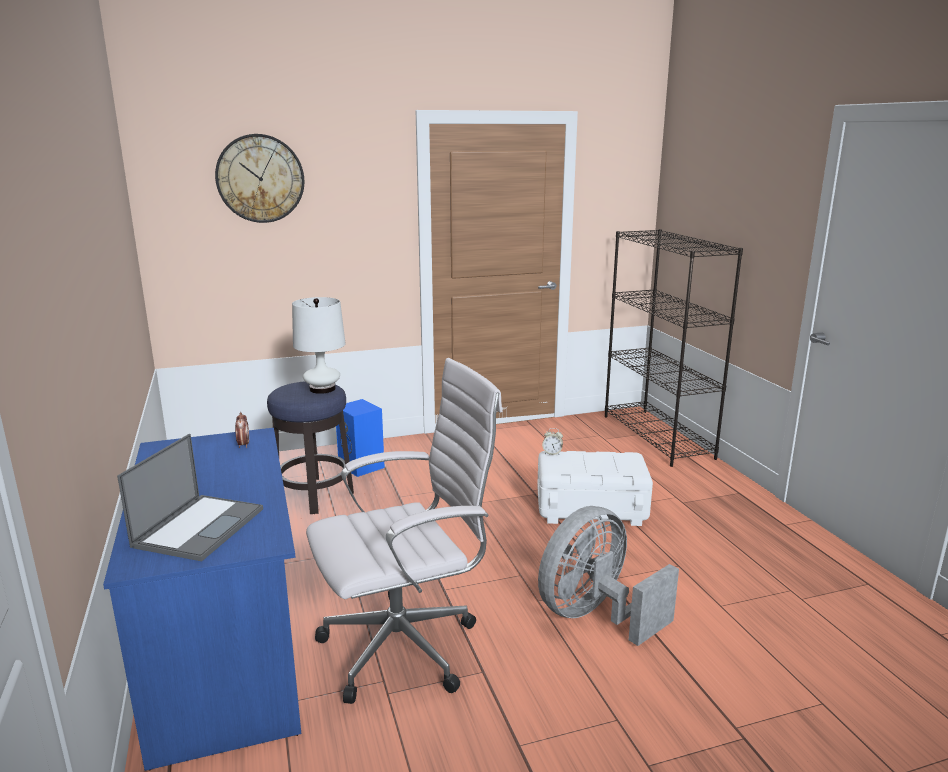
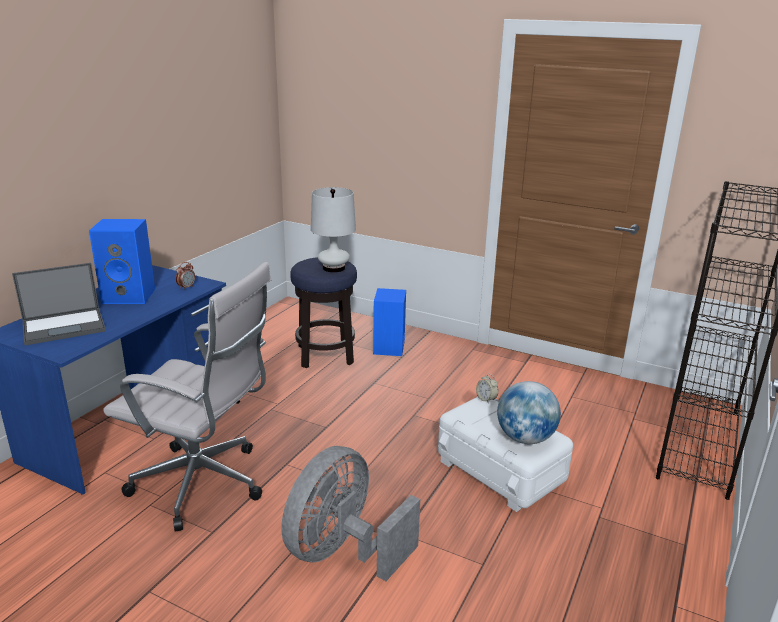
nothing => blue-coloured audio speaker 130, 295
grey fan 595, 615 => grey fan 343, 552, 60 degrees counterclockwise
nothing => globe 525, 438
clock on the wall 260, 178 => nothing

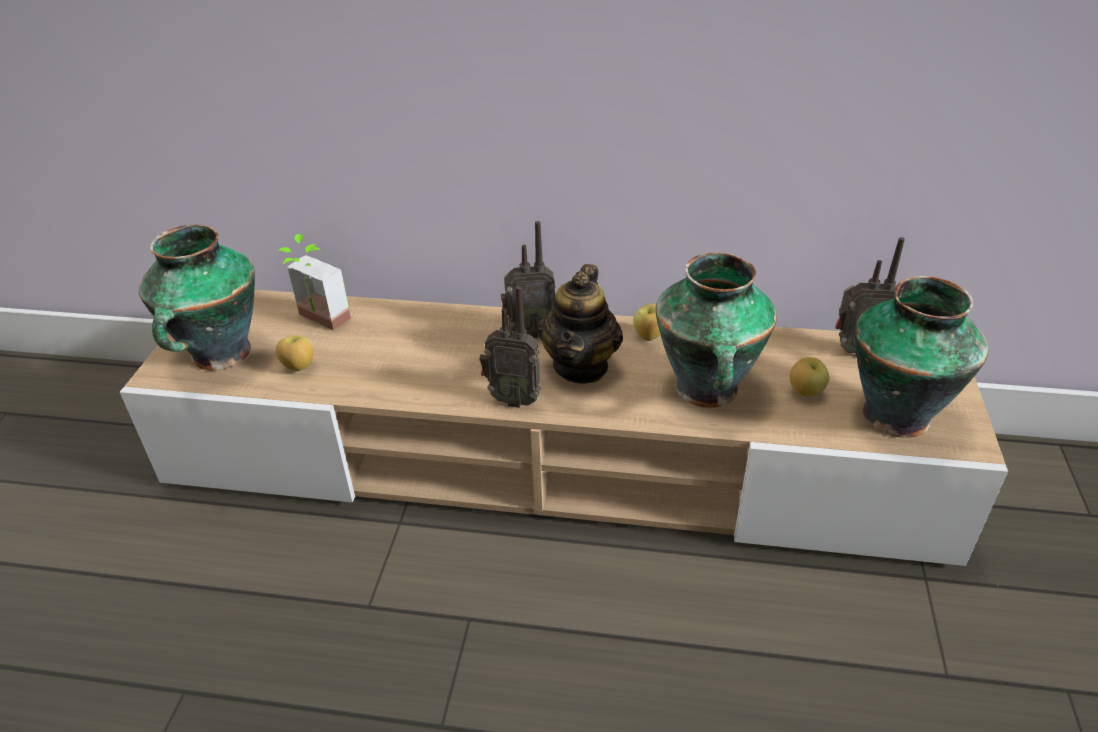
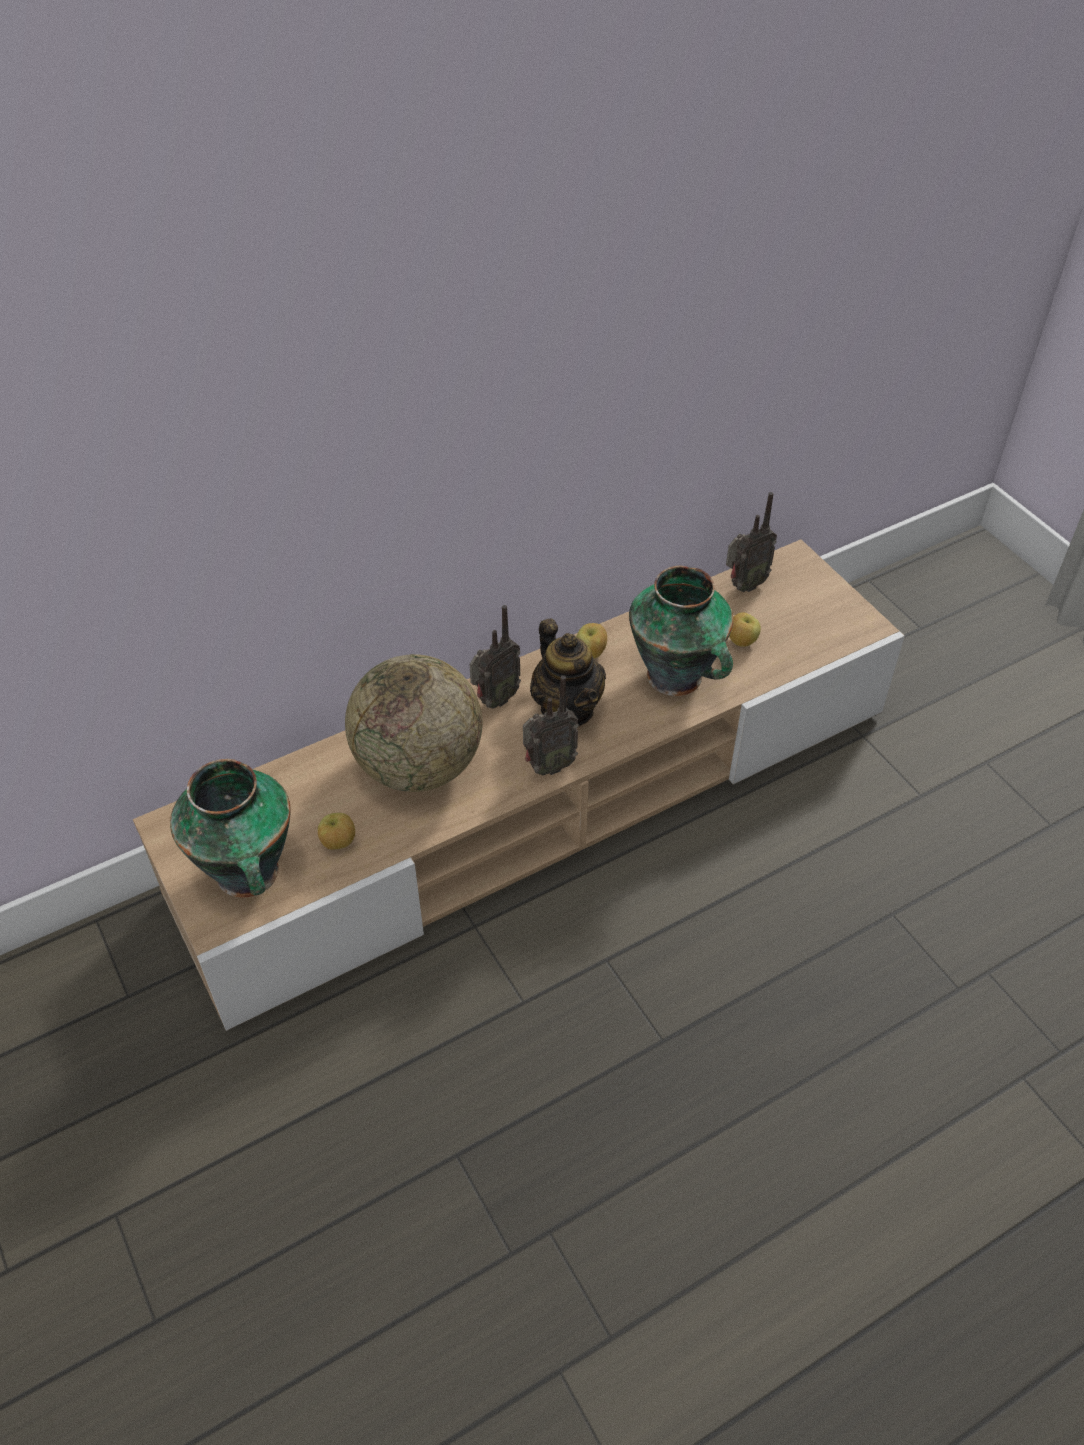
nothing => globe 419, 766
potted plant 317, 321 => nothing
flower vase 896, 413 => nothing

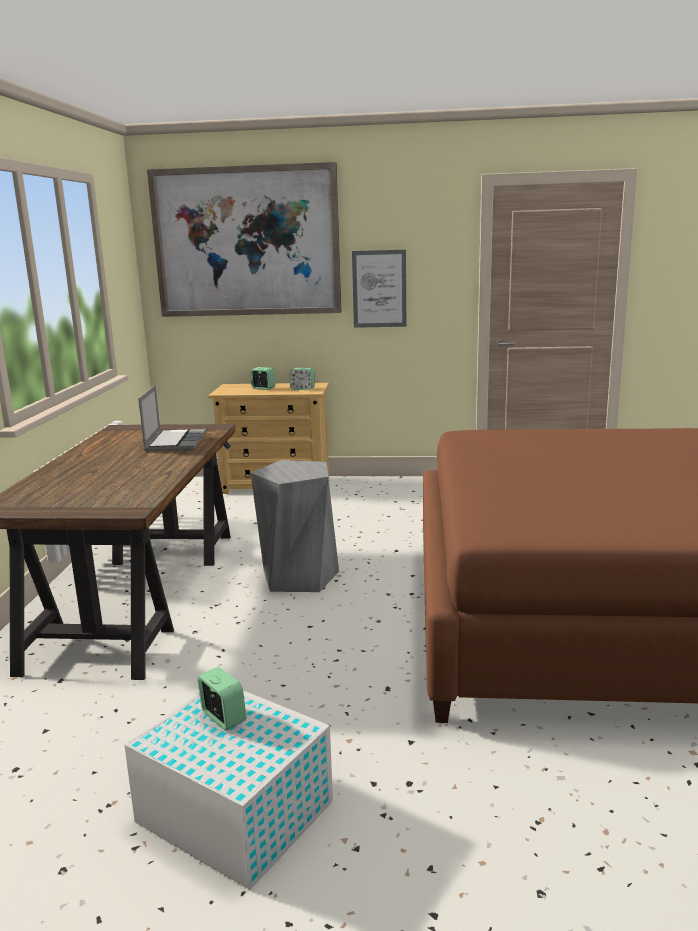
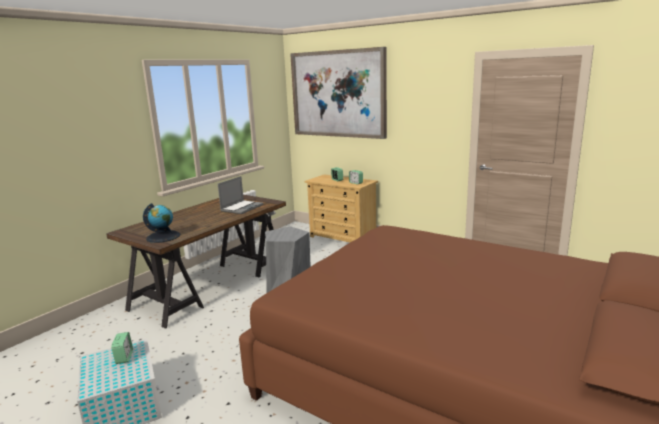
nothing => globe 163, 236
picture 379, 289 => nothing

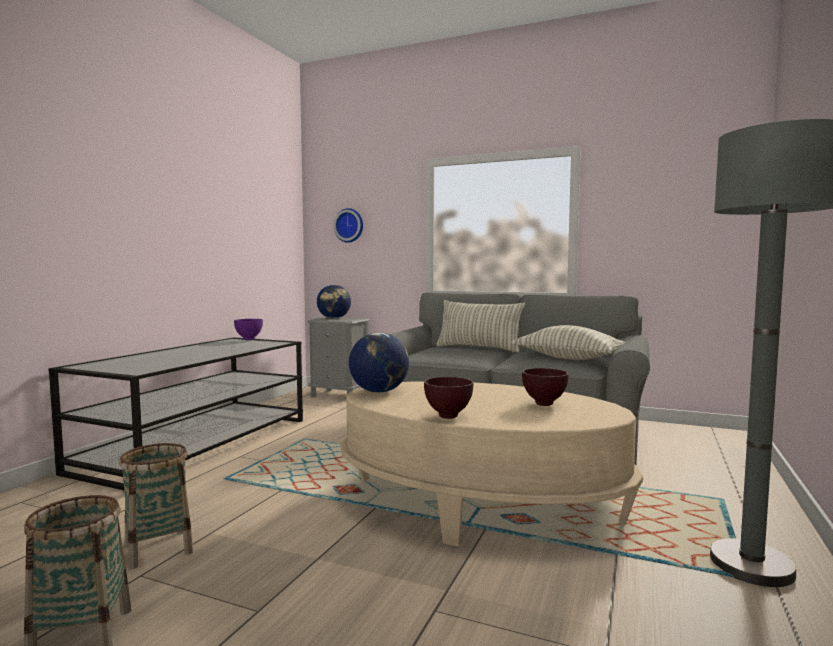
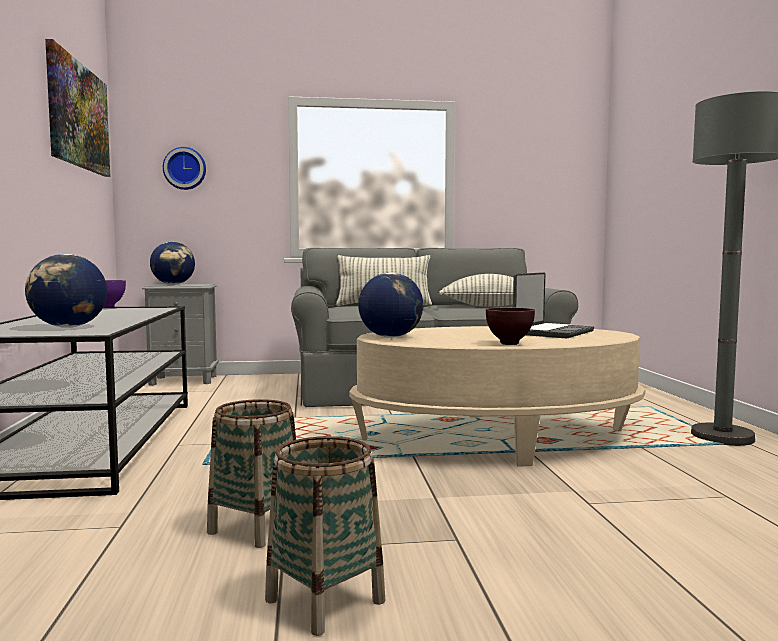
nothing => globe 68, 327
nothing => picture 78, 116
brownish serving bowl 544, 404 => notebook computer 552, 332

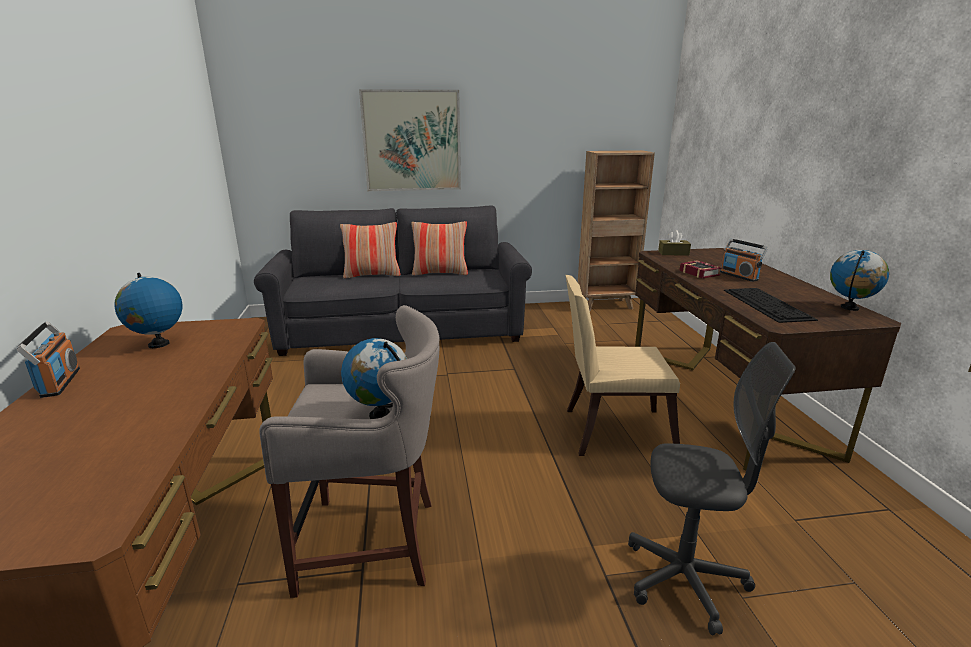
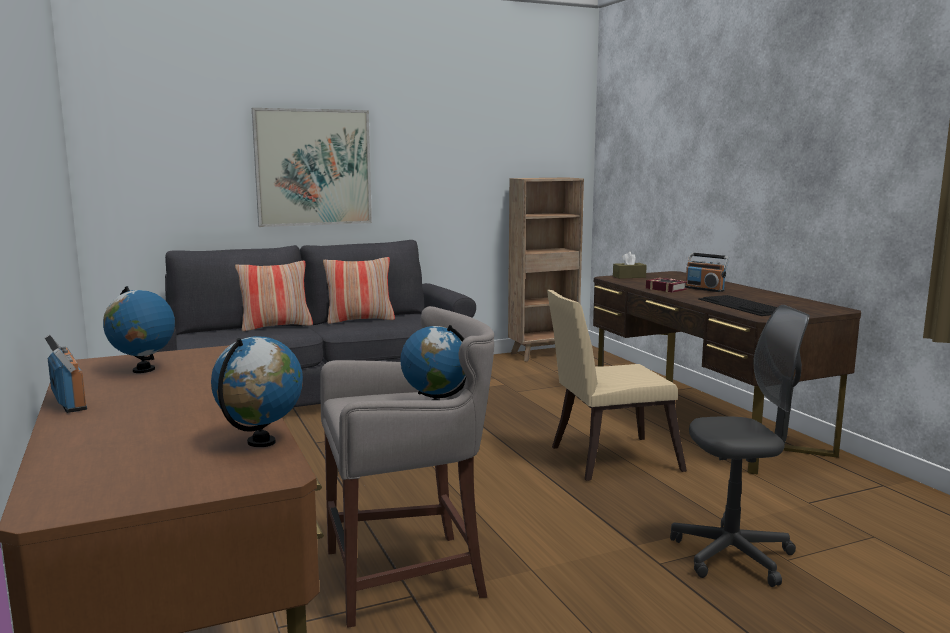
globe 850, 308 => globe 261, 442, shifted

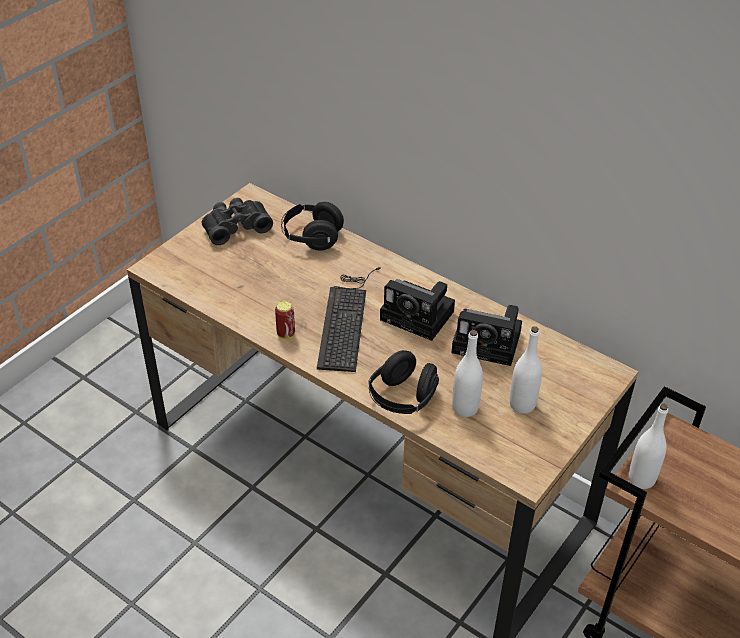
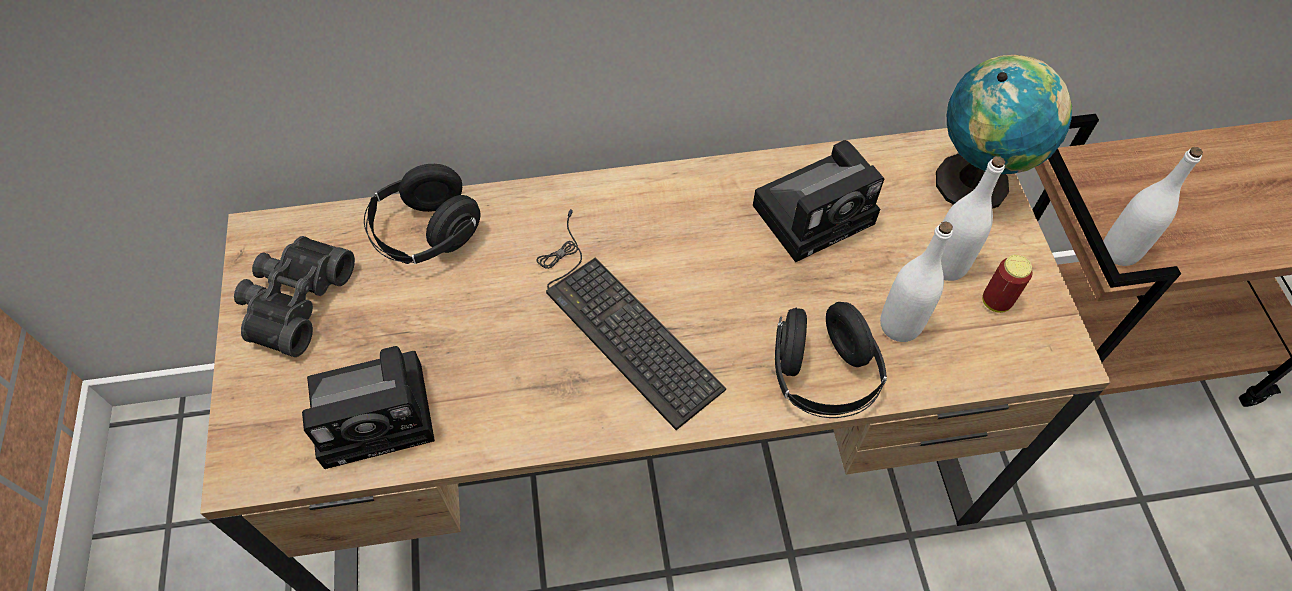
still camera 420, 316 => still camera 380, 412, shifted
nothing => globe 976, 182
metal can 286, 334 => metal can 996, 301, shifted

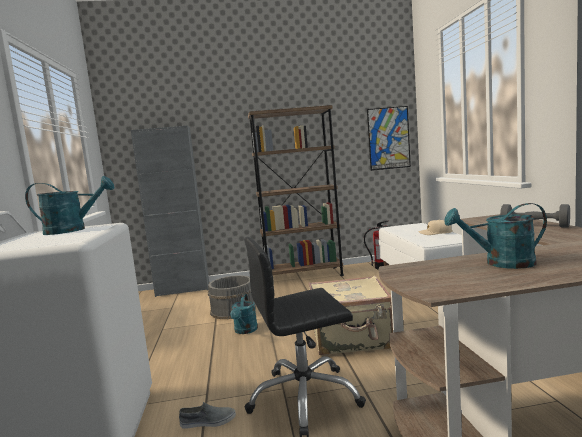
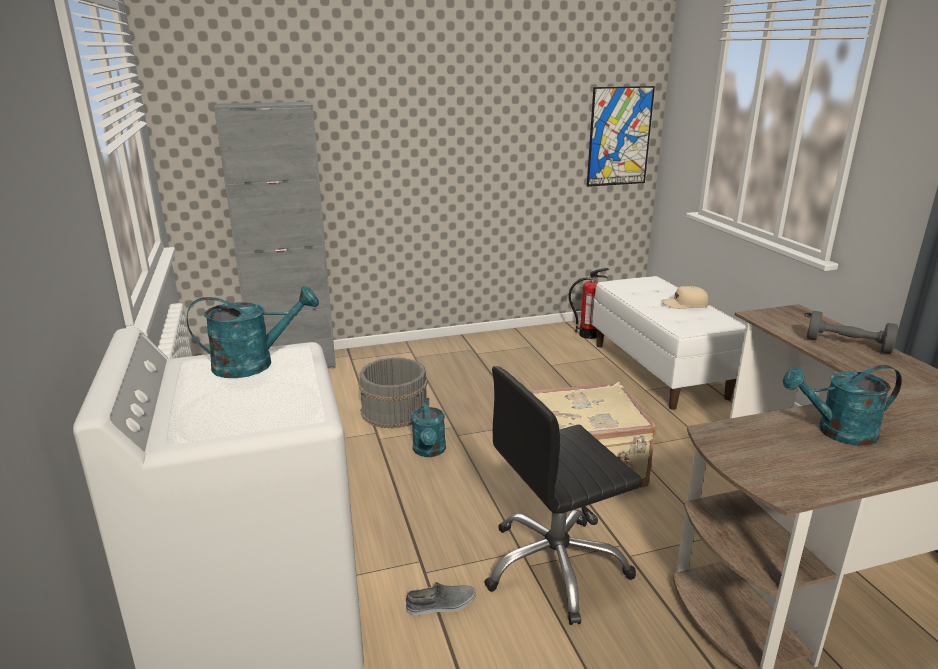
brownish shelving unit 303, 276 => nothing

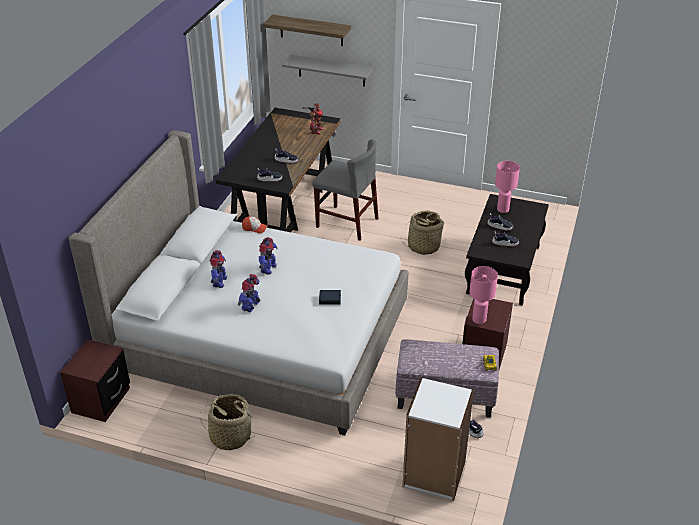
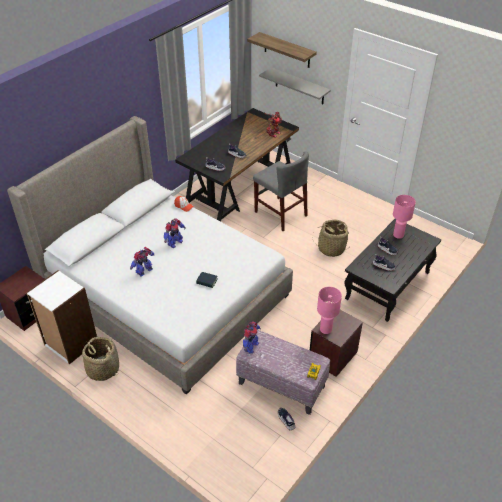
whitish shelving unit 433, 475 => whitish shelving unit 70, 343, shifted
robot figure 219, 282 => robot figure 250, 346, shifted

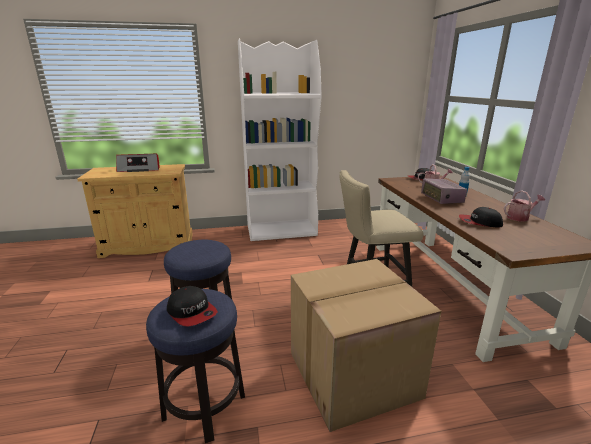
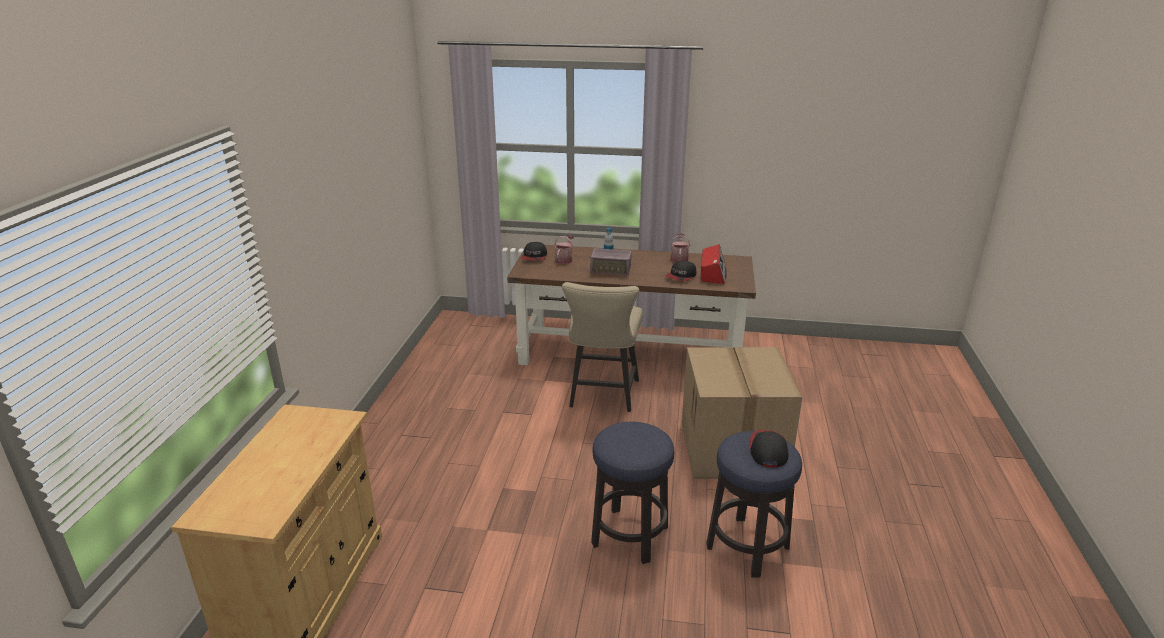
radio set 140, 169 => radio set 713, 273, shifted
baseball cap 192, 312 => baseball cap 768, 450, 60 degrees counterclockwise
whitish shelving unit 282, 230 => nothing

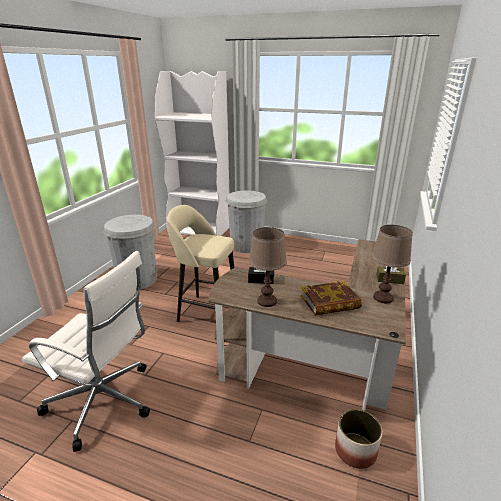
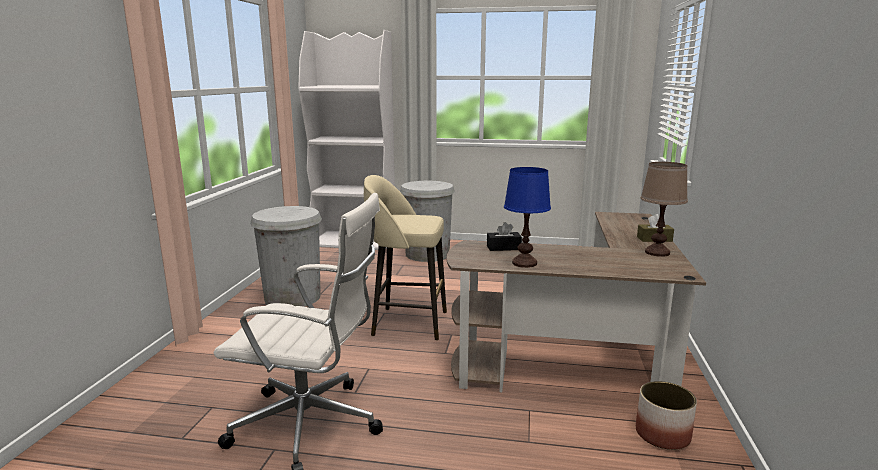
brownish lamp for a table 267, 301 => blue-coloured lamp for a table 525, 263
bound book 330, 302 => nothing

